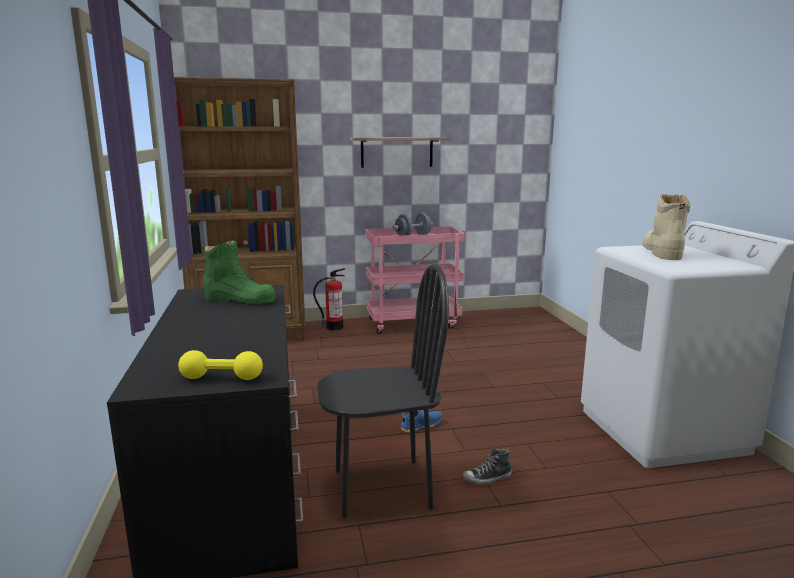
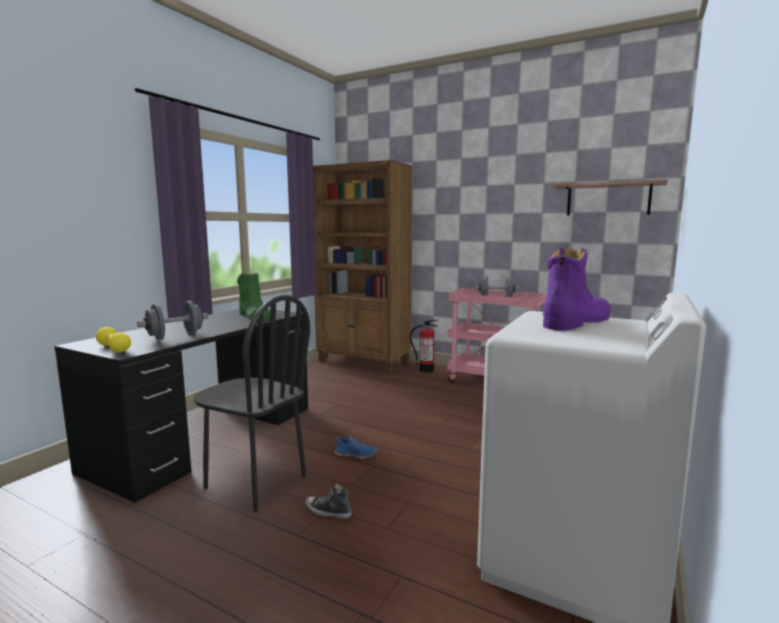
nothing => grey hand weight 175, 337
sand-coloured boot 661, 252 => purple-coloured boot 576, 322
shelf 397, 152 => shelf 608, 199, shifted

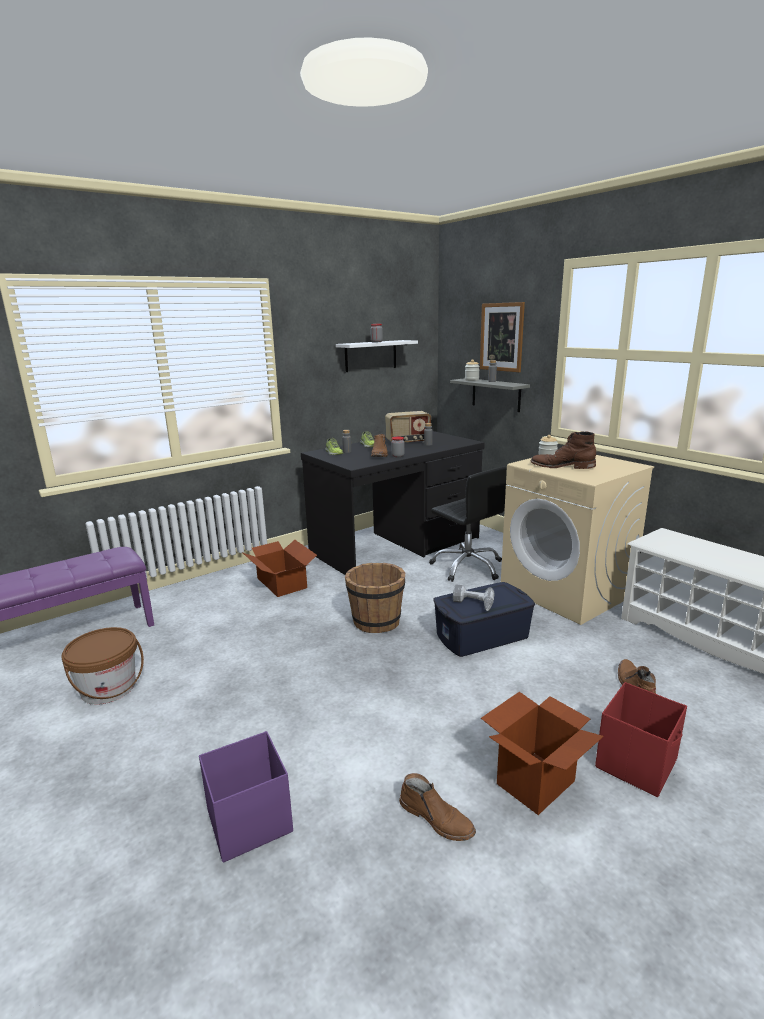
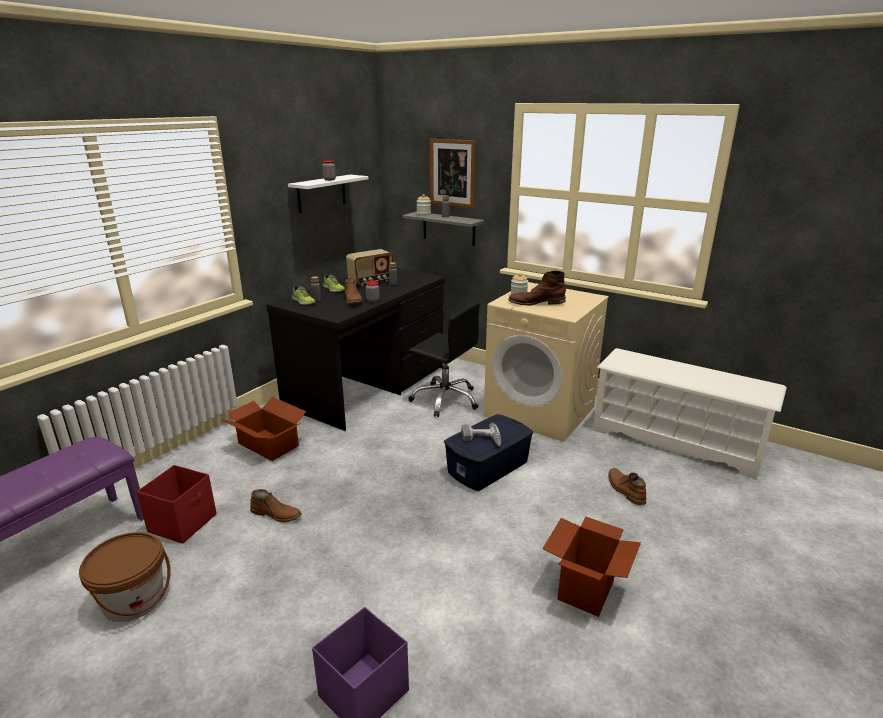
red-coloured storage box 637, 763 => red-coloured storage box 183, 523, shifted
brownish boot 437, 818 => brownish boot 276, 514, shifted
brownish pail 376, 621 => nothing

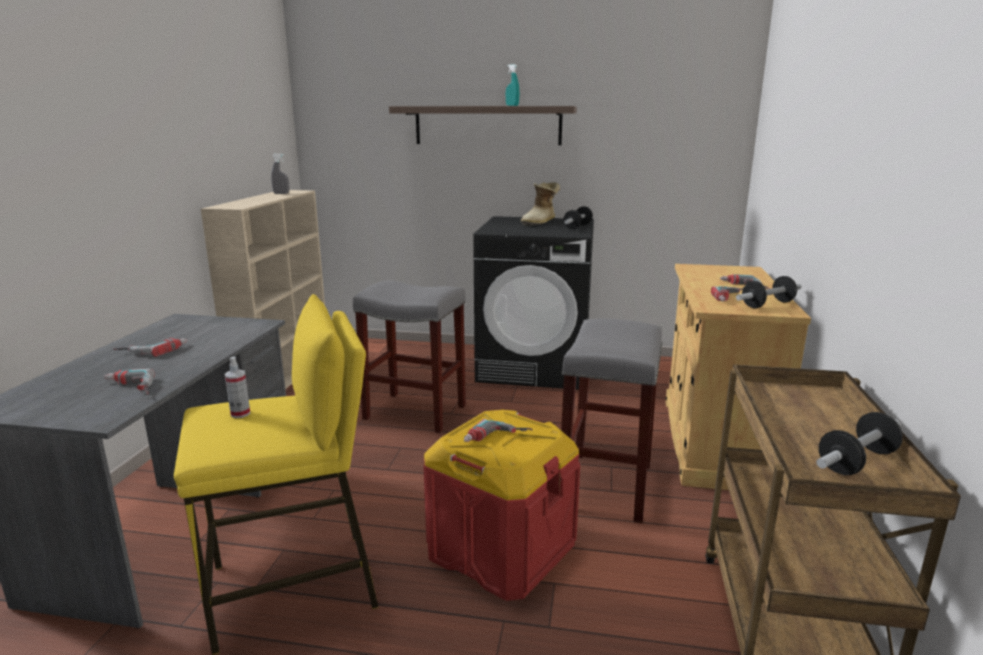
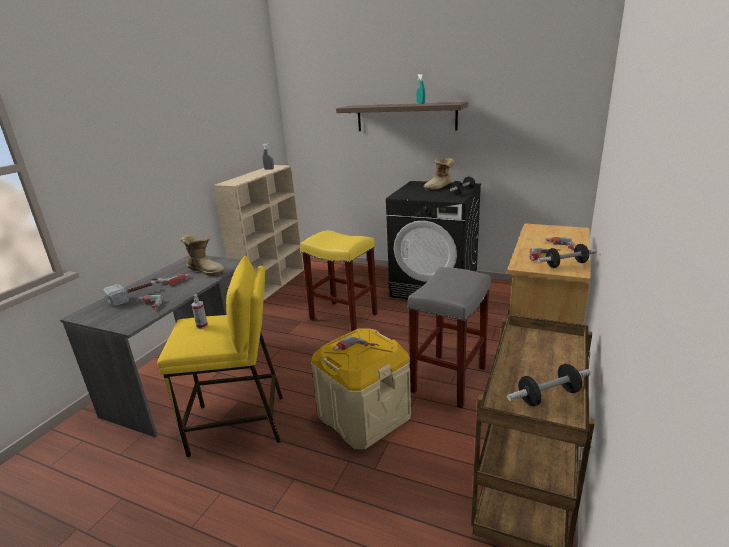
nothing => tool hammer 133, 296
nothing => boot 206, 270
grey sitting stool 416, 412 => yellow sitting stool 344, 316
red-coloured storage box 501, 549 => sand-coloured storage box 364, 416

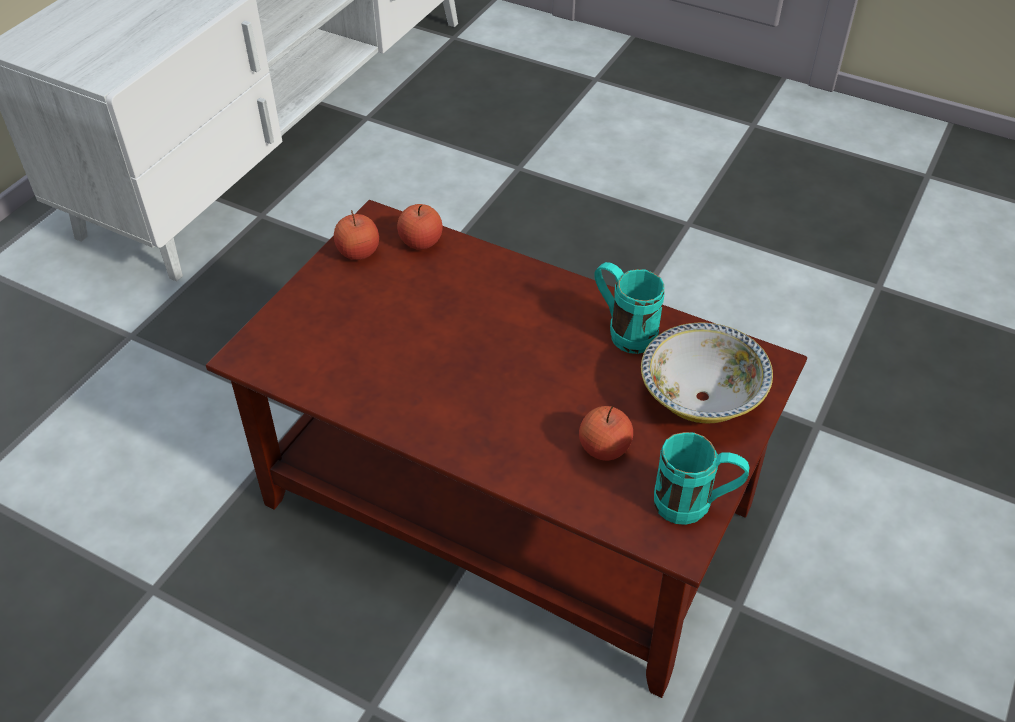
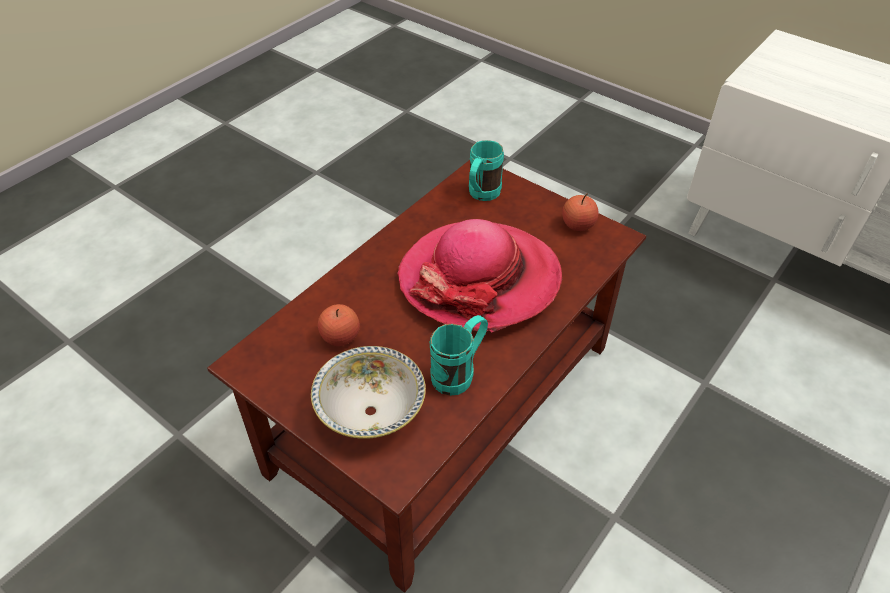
nothing => clothing hat 479, 279
turquoise mug 694, 507 => turquoise mug 481, 196, shifted
apple 421, 242 => nothing

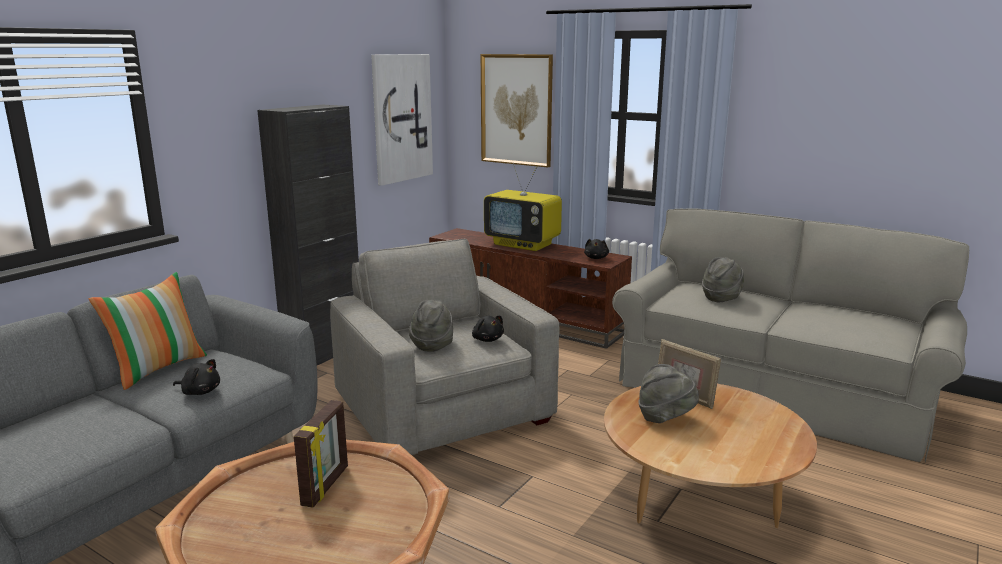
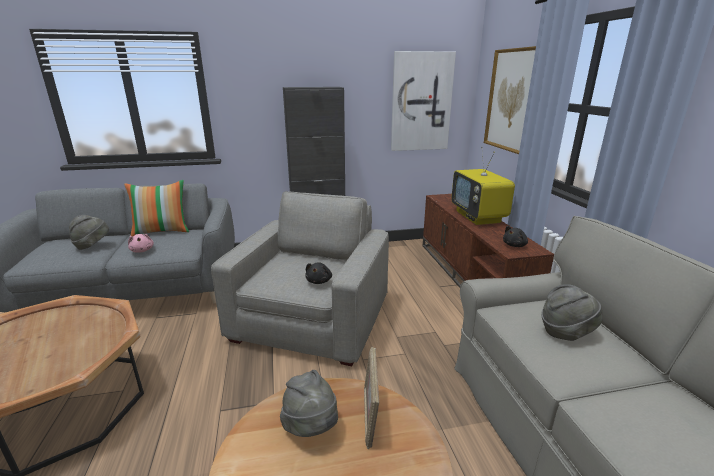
grey clothing hat 432, 344 => grey clothing hat 92, 245, shifted
black cuddly toy 200, 391 => pink-coloured cuddly toy 142, 250
picture frame 326, 486 => nothing

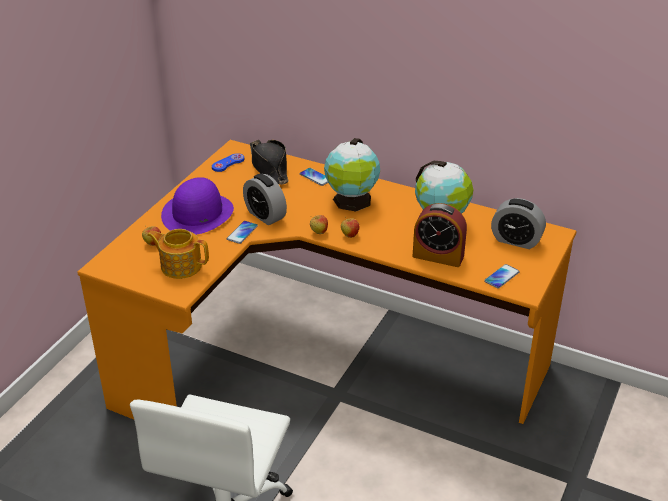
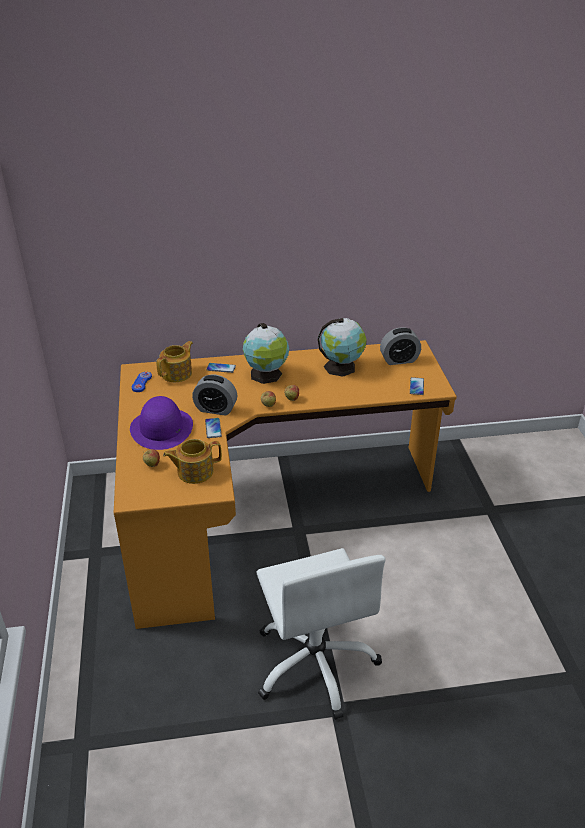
black clothing hat 269, 167 => pot for tea 177, 373
alarm clock 438, 256 => nothing

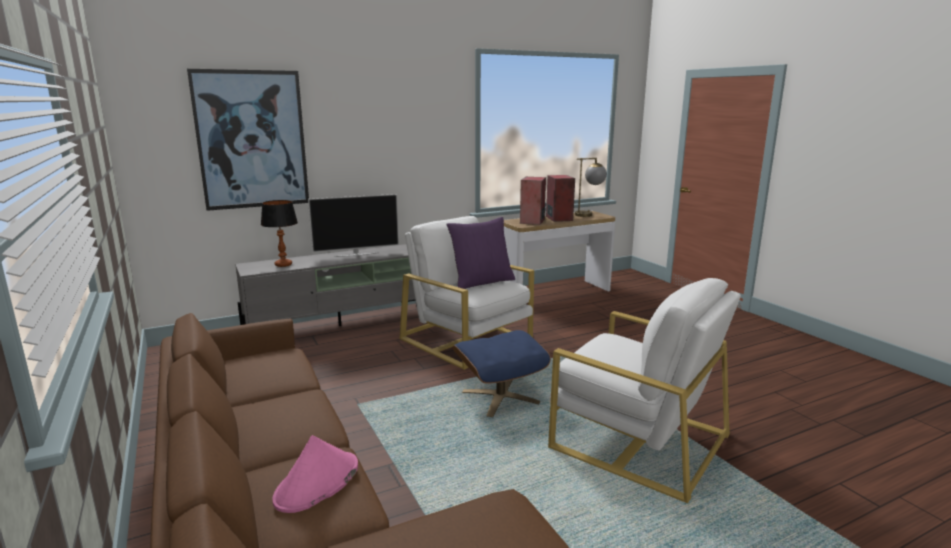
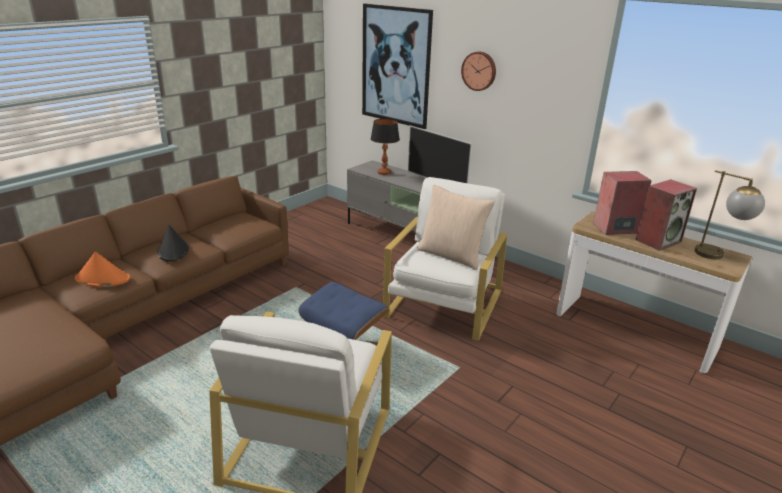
pink-coloured clothing hat 317, 483 => orange clothing hat 102, 279
nothing => black clothing hat 173, 250
purple-coloured throw pillow 481, 282 => sand-coloured throw pillow 451, 255
nothing => clock on the wall 479, 71

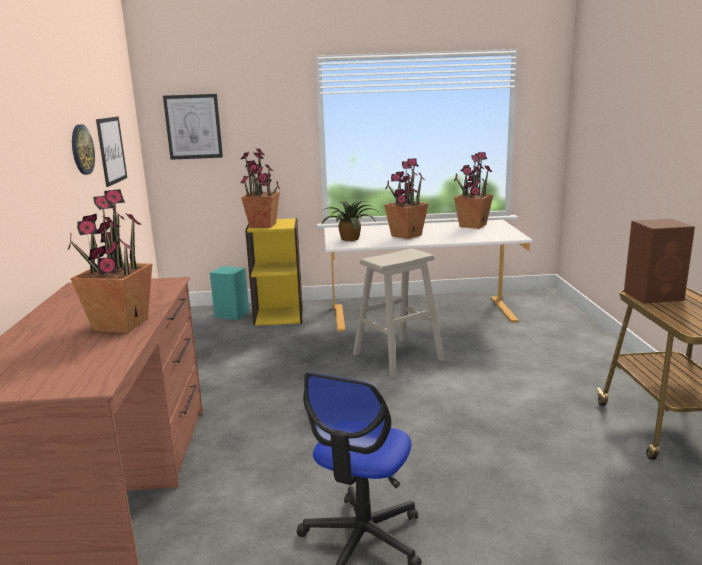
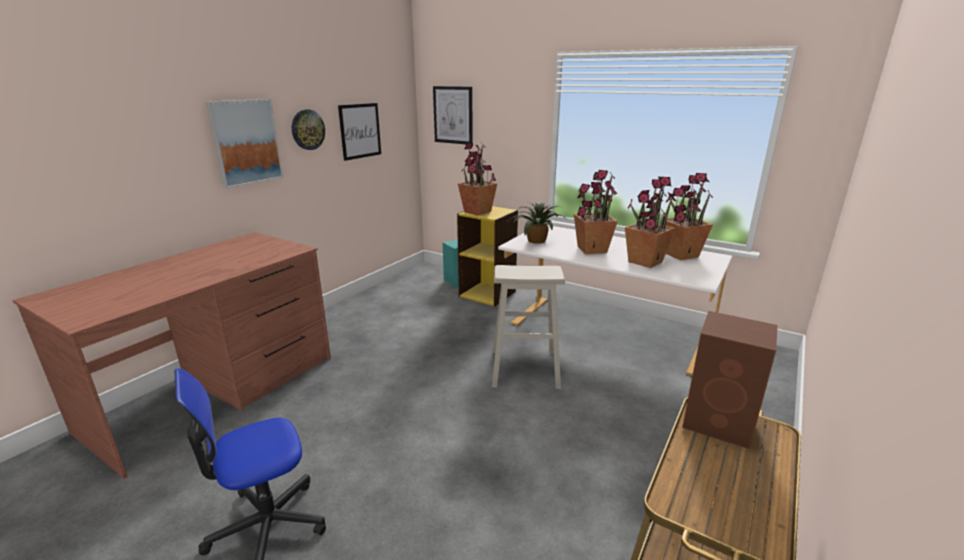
nothing => picture 246, 142
potted plant 120, 325 => potted plant 644, 262, shifted

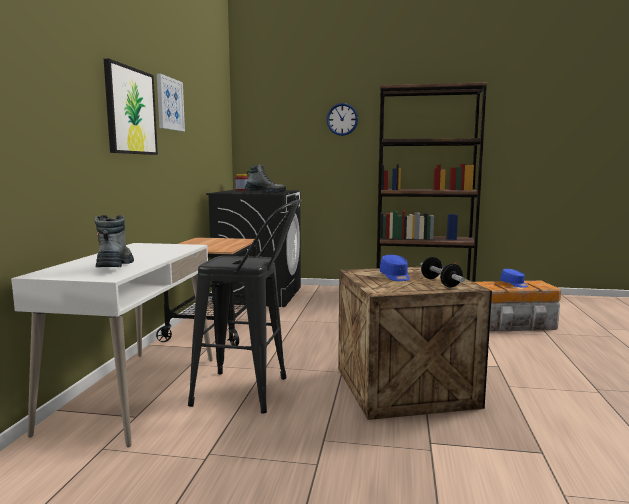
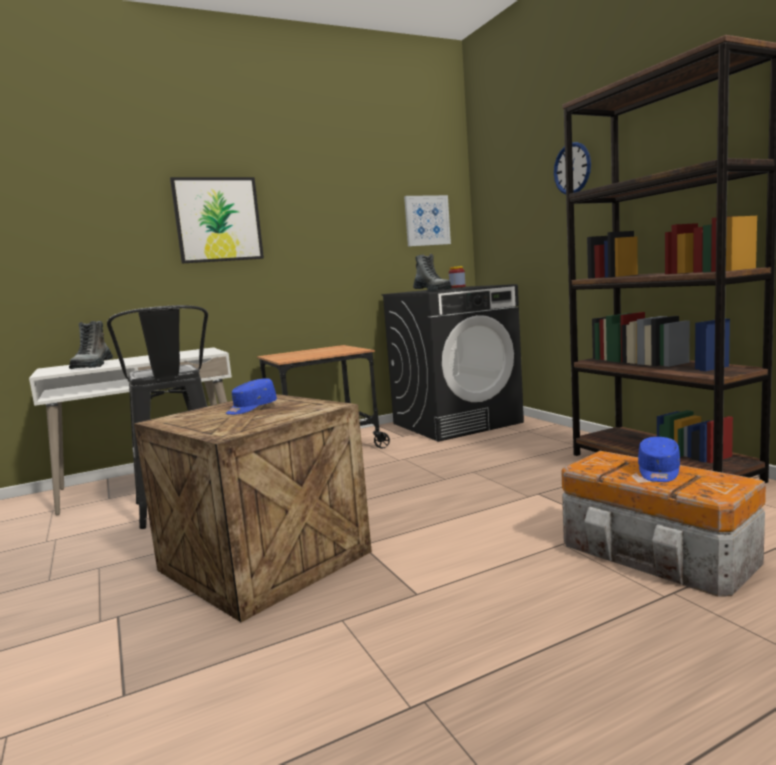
boot 115, 266 => boot 93, 366, 135 degrees clockwise
picture 169, 104 => picture 427, 220, shifted
hand weight 440, 282 => nothing

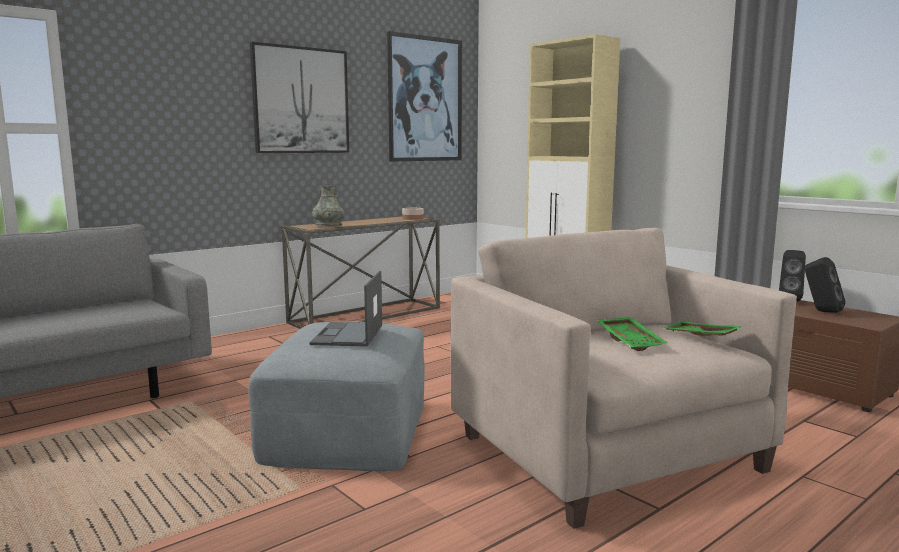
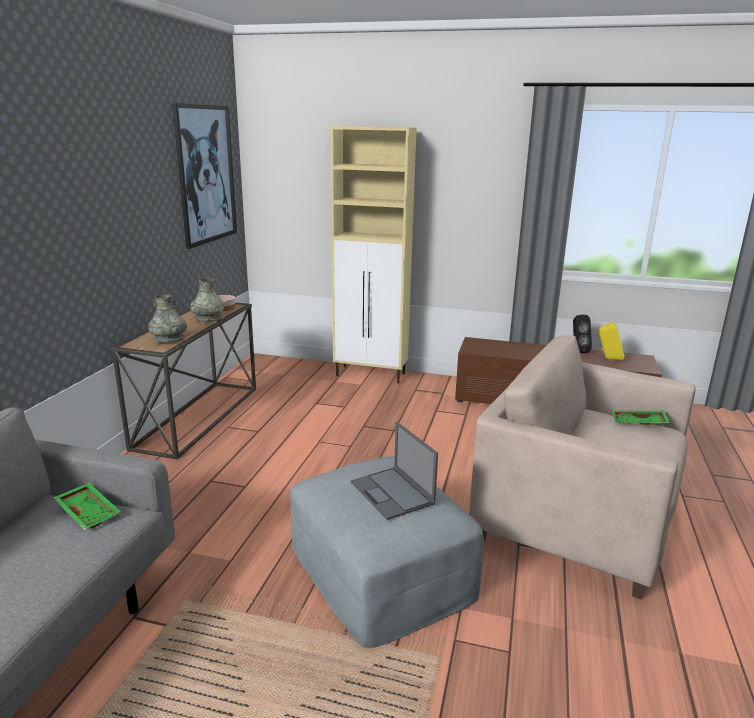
greenish carrying tray 631, 341 => greenish carrying tray 89, 512, shifted
nothing => grey flower vase 208, 318
black audio speaker 821, 311 => yellow audio speaker 608, 359
picture 301, 100 => nothing

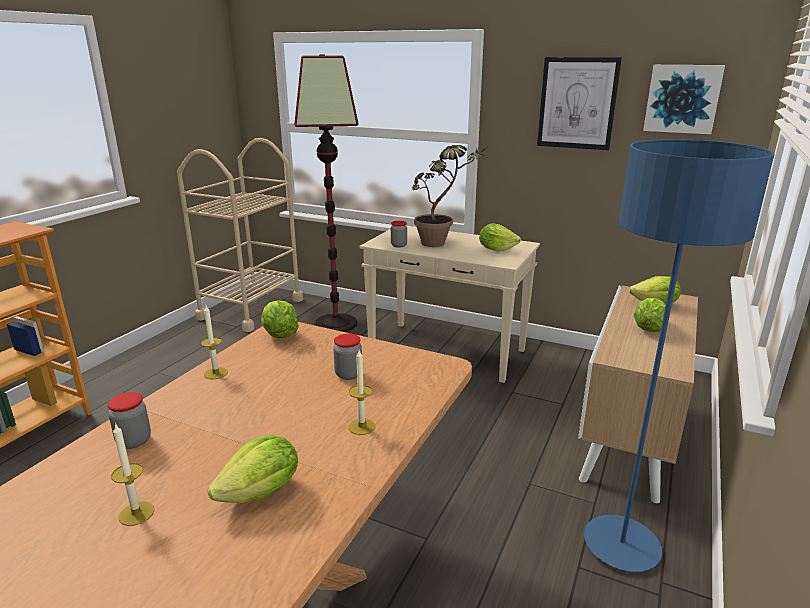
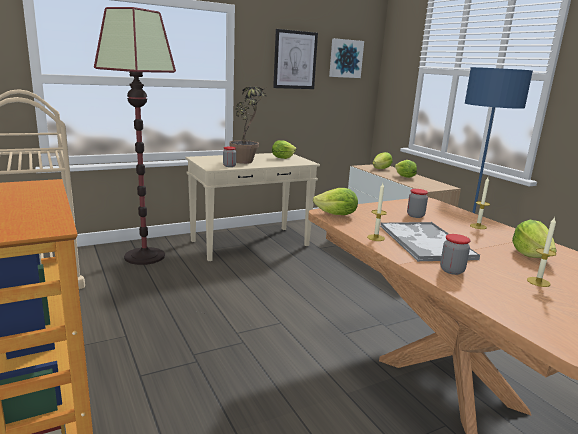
nothing => carrying tray 424, 242

